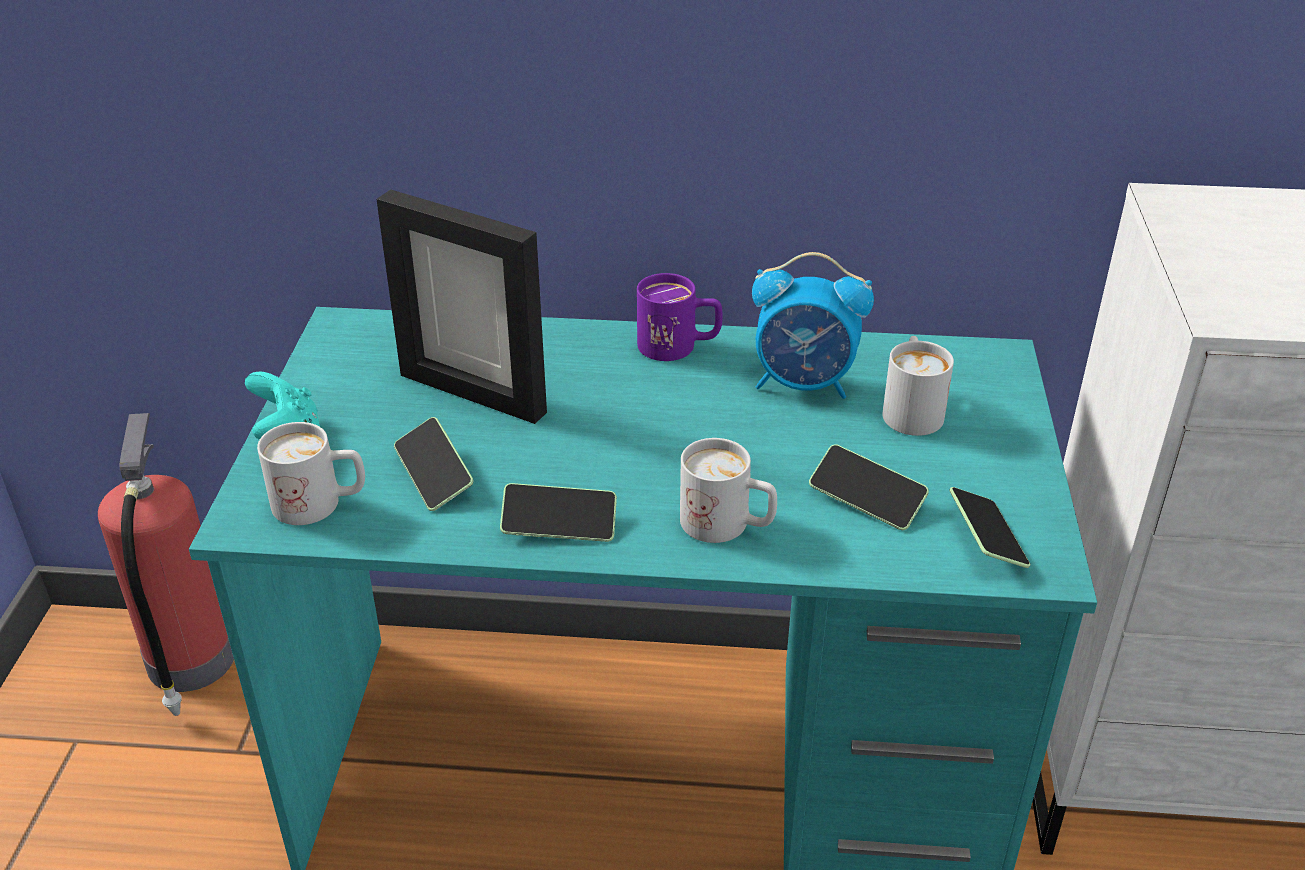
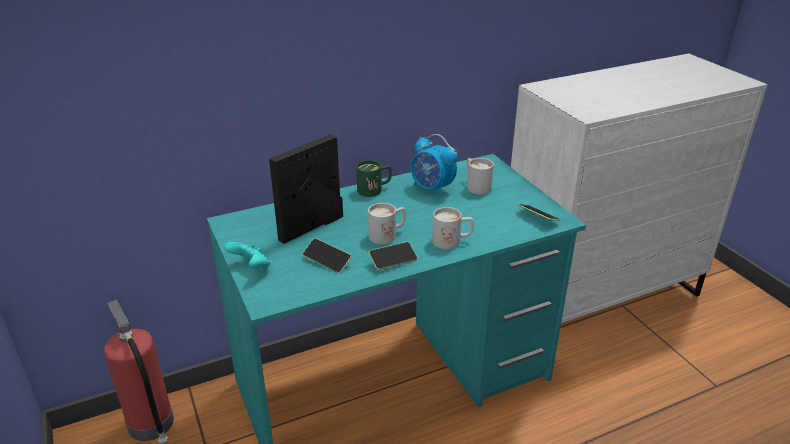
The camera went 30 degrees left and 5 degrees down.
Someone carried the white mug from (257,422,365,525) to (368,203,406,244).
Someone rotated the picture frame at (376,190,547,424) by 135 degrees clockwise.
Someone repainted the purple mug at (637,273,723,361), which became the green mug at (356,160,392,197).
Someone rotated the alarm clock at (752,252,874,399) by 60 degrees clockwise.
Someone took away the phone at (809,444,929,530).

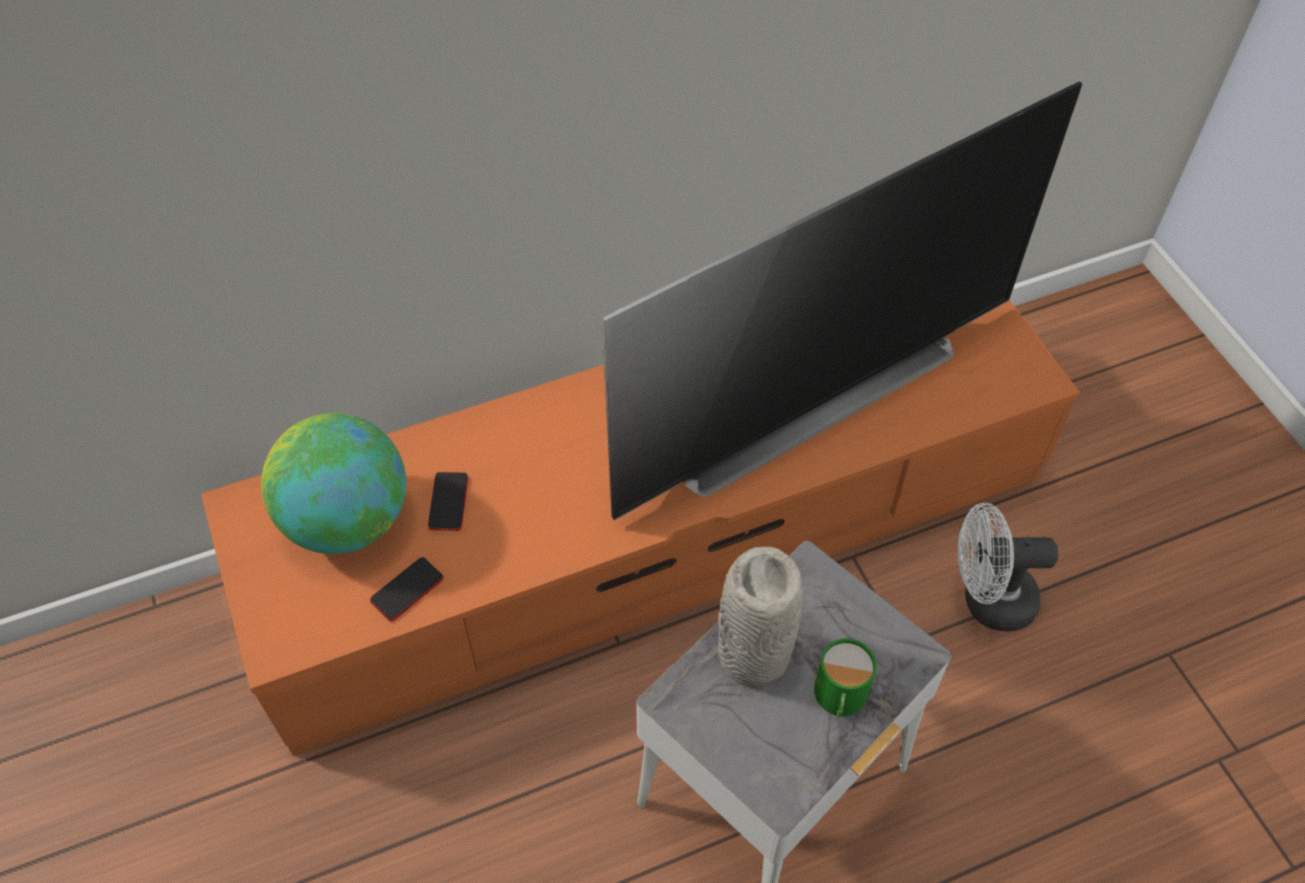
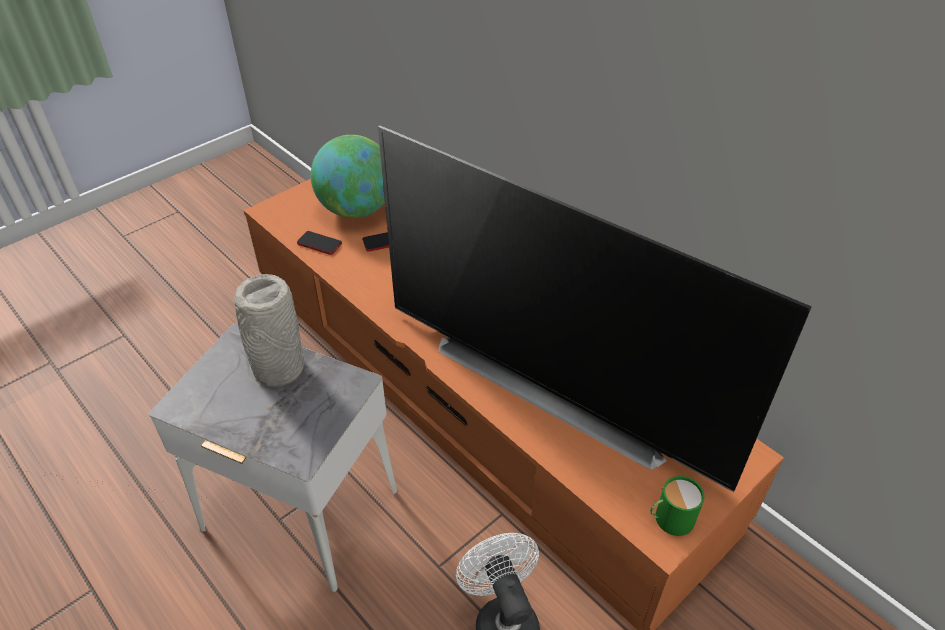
The camera went 70 degrees right and 10 degrees down.
Someone carried the green mug from (814,638,877,717) to (650,476,704,536).

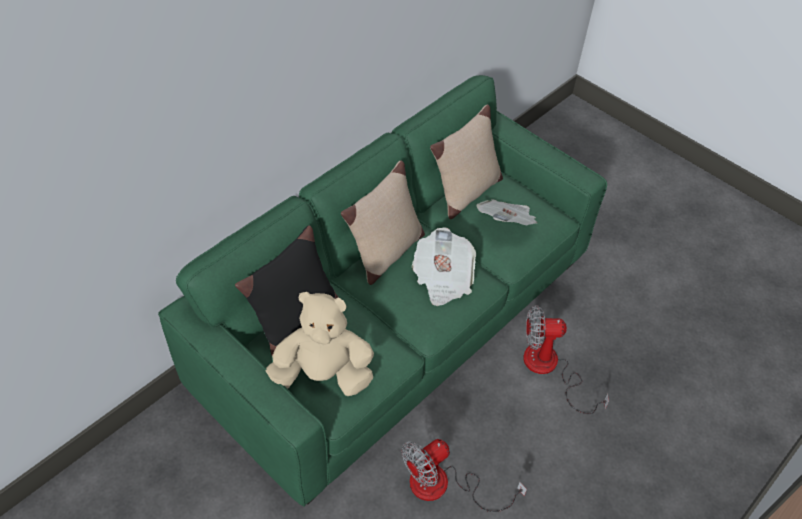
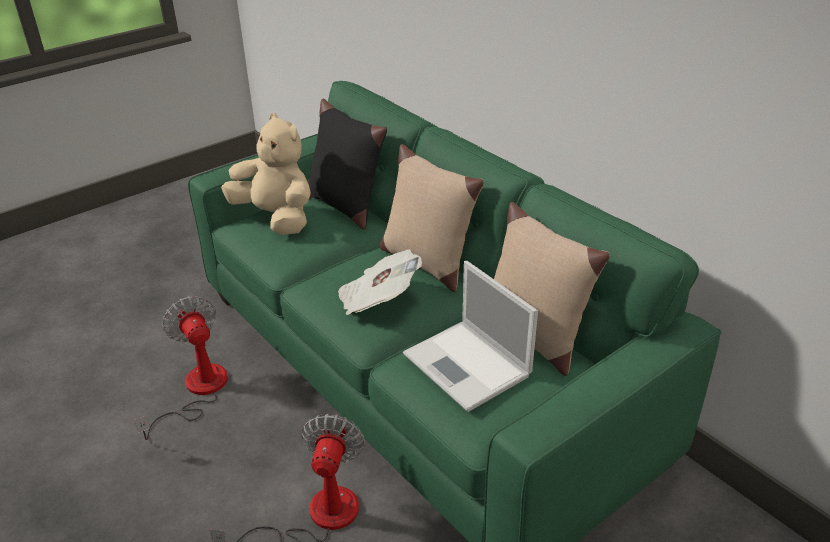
The camera went 100 degrees right and 15 degrees down.
Someone rotated the beige plush toy at (265,292,374,396) by 60 degrees counterclockwise.
Someone swapped the newspaper at (477,199,538,225) for the laptop at (403,261,538,412).

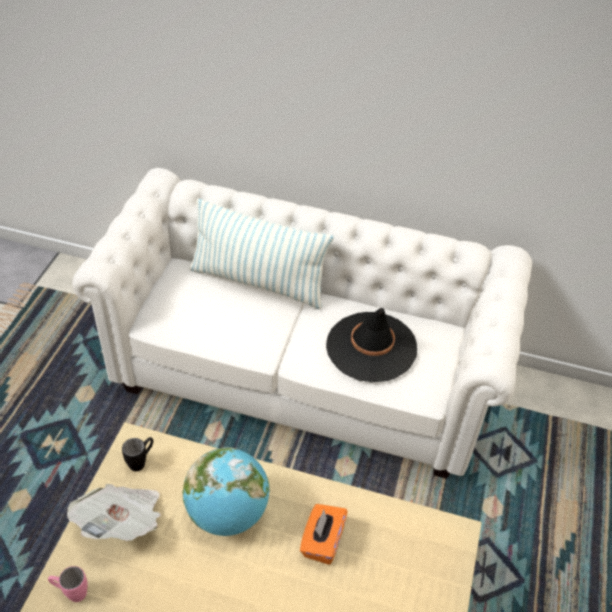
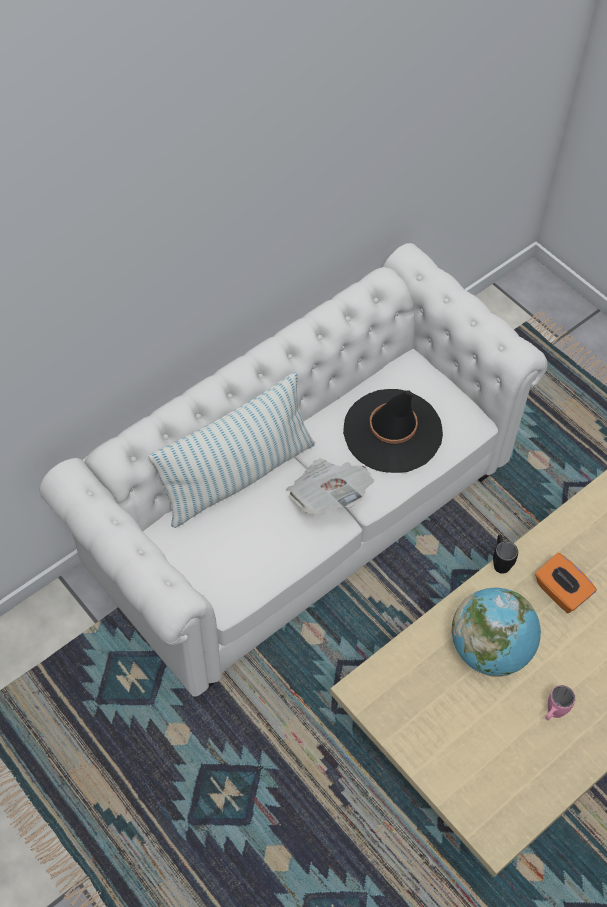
The camera went 55 degrees left and 10 degrees up.
Someone carried the pink mug from (48,566,88,602) to (546,685,576,720).
Someone carried the newspaper from (67,484,161,541) to (286,459,374,515).
Someone carried the black mug from (122,437,153,471) to (493,534,518,574).

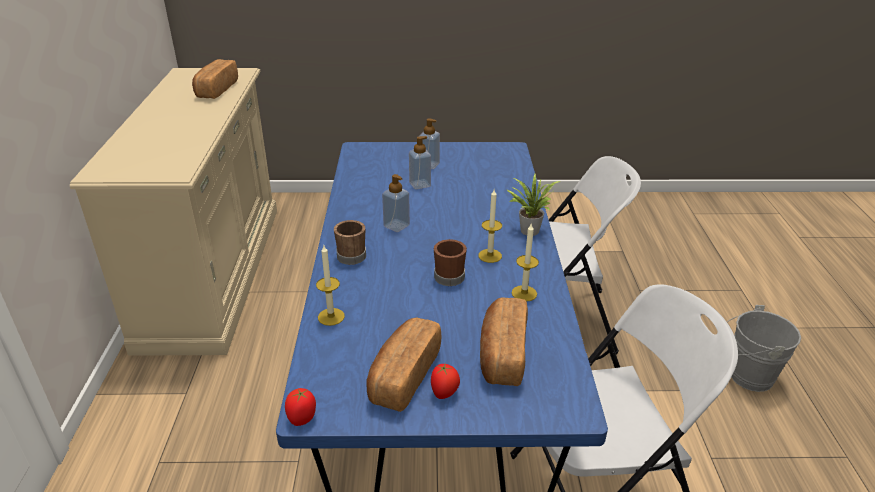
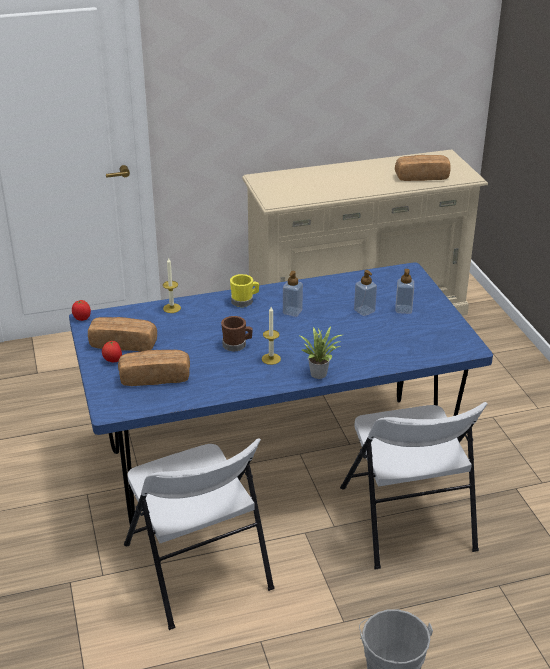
The camera went 75 degrees right and 0 degrees up.
Someone repainted the brown mug at (334,220,366,265), which became the yellow mug at (230,274,259,307).
Someone took away the candle at (512,224,539,301).

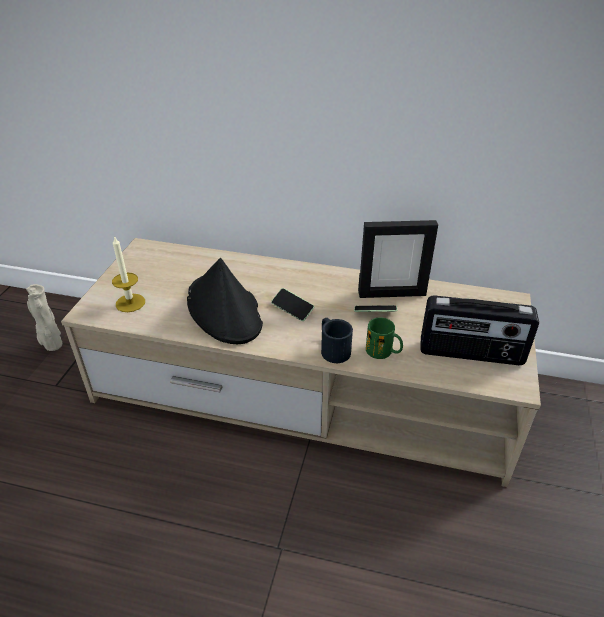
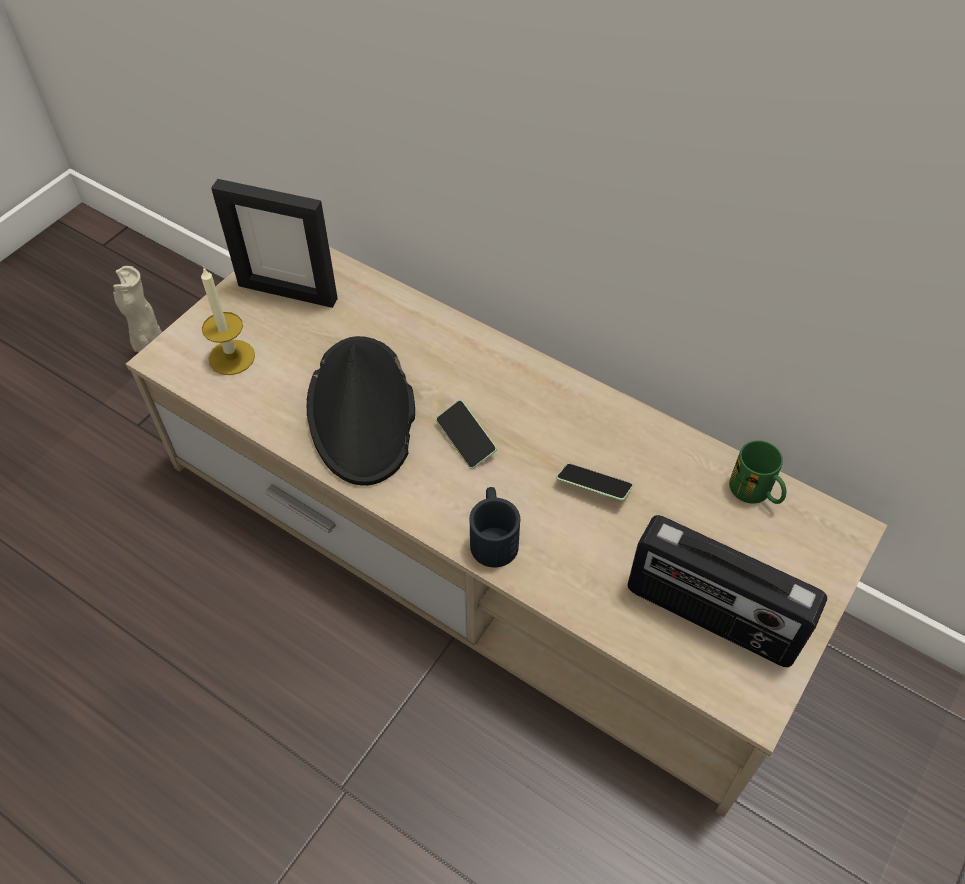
The camera went 20 degrees right and 15 degrees up.
Someone carried the picture frame from (358,220,438,298) to (211,179,338,308).
Someone carried the green mug from (366,317,403,359) to (729,440,786,504).

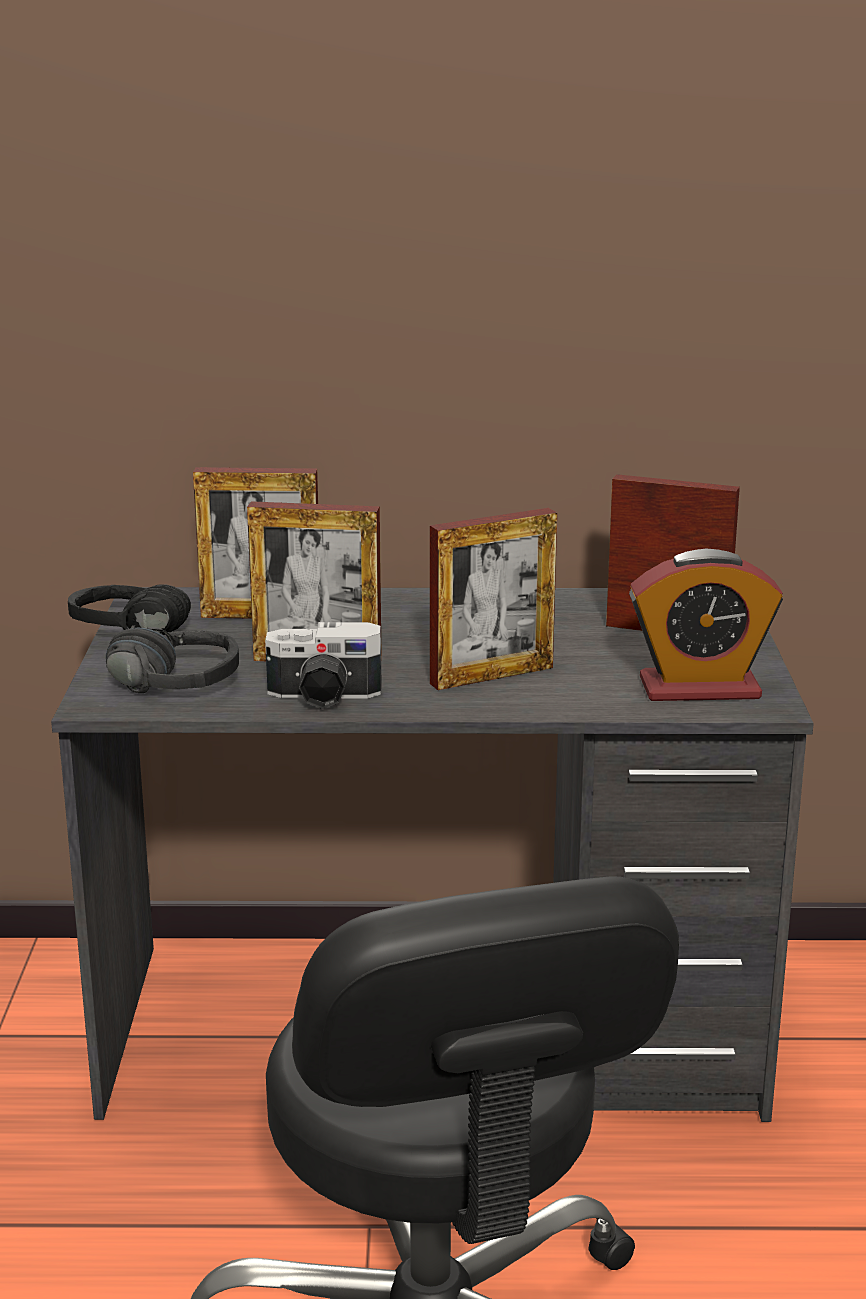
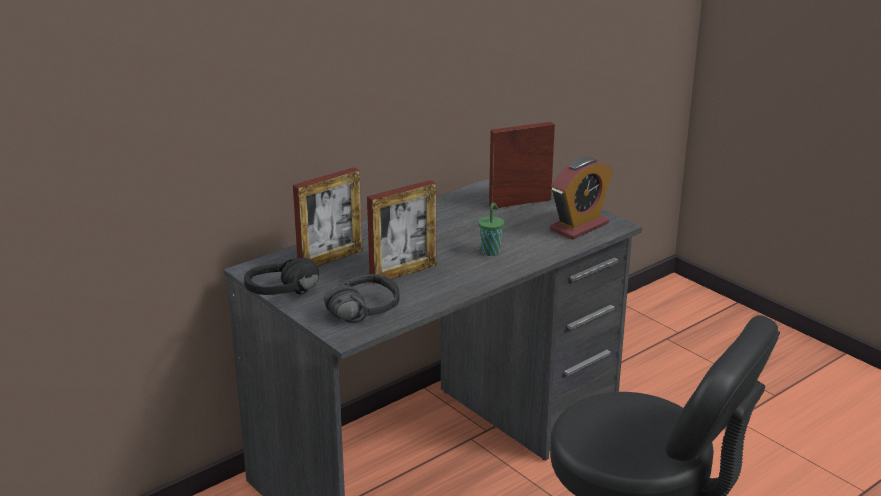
The camera went 40 degrees left and 5 degrees up.
Someone took away the photo camera at (265,622,382,709).
Someone swapped the picture frame at (430,508,557,690) for the green cup at (478,203,504,256).

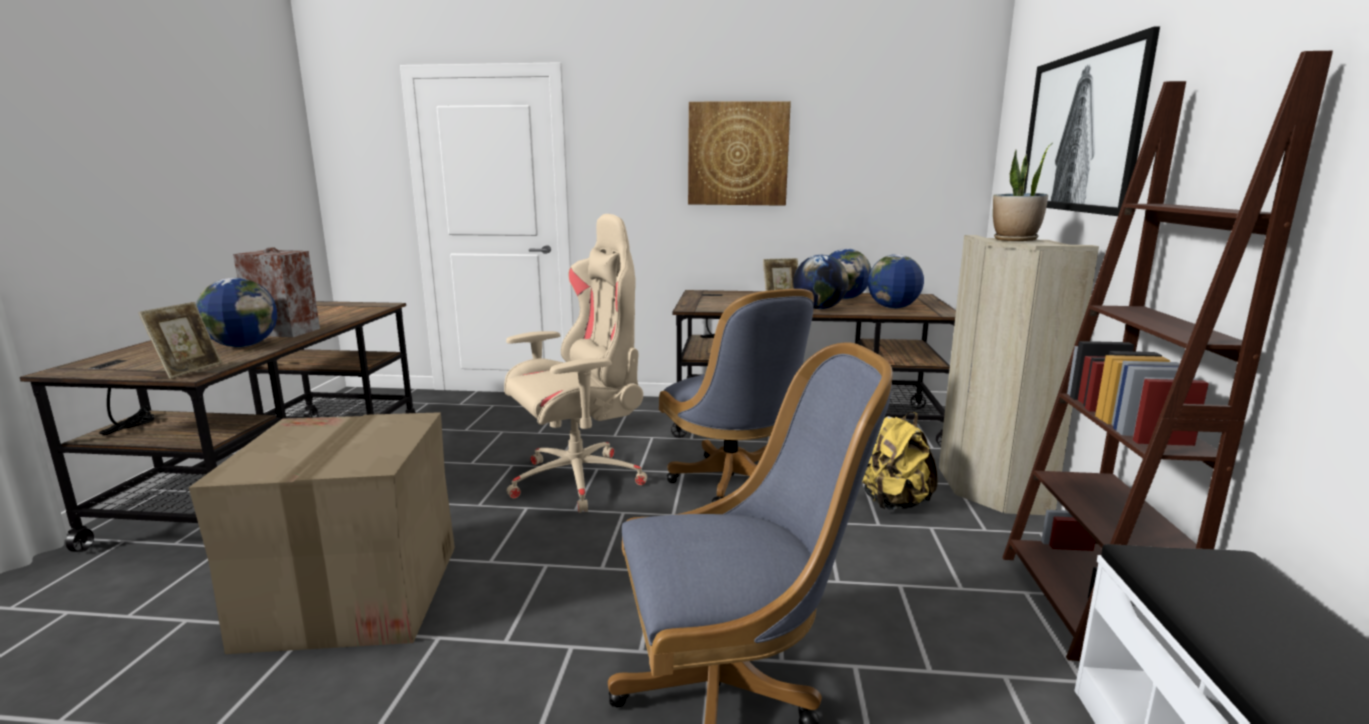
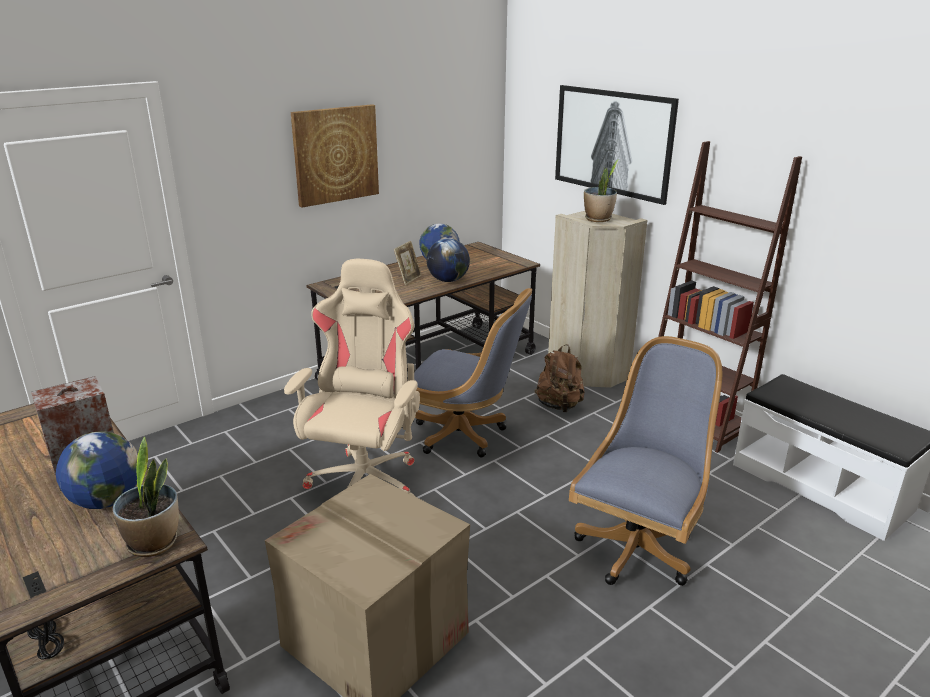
The camera went 45 degrees left and 10 degrees up.
Someone swapped the picture frame at (139,302,222,379) for the potted plant at (112,436,179,557).
Someone repainted the yellow backpack at (862,412,938,510), which became the brown backpack at (535,344,585,412).
Someone took away the globe at (868,254,924,309).

